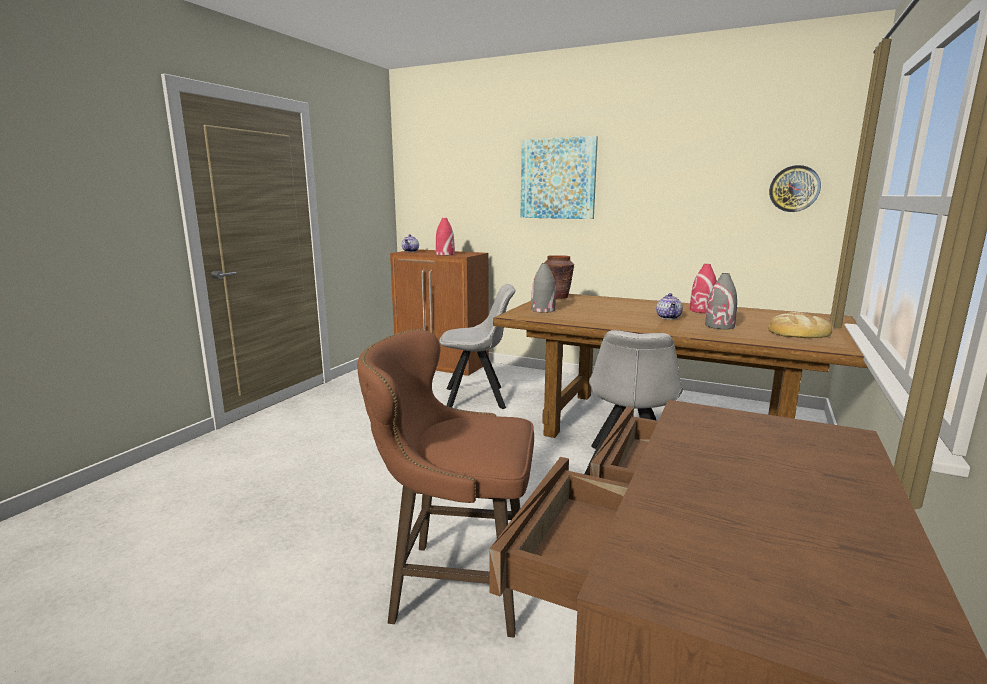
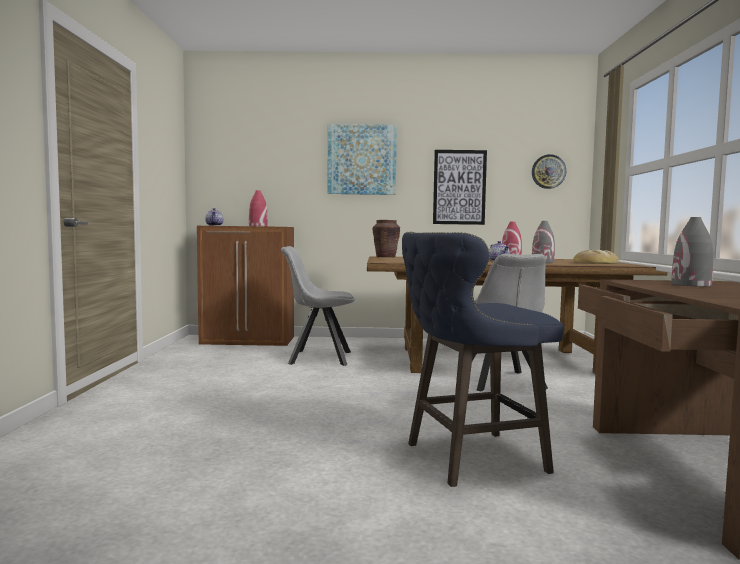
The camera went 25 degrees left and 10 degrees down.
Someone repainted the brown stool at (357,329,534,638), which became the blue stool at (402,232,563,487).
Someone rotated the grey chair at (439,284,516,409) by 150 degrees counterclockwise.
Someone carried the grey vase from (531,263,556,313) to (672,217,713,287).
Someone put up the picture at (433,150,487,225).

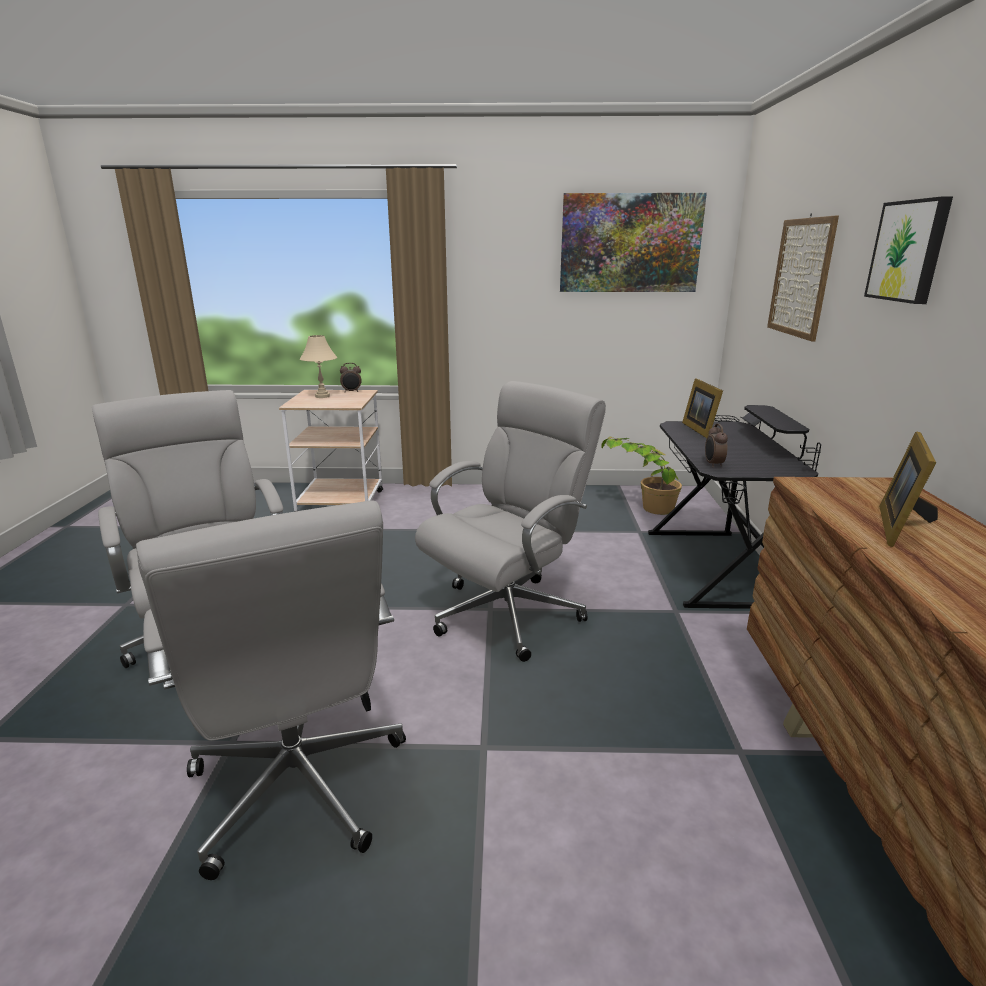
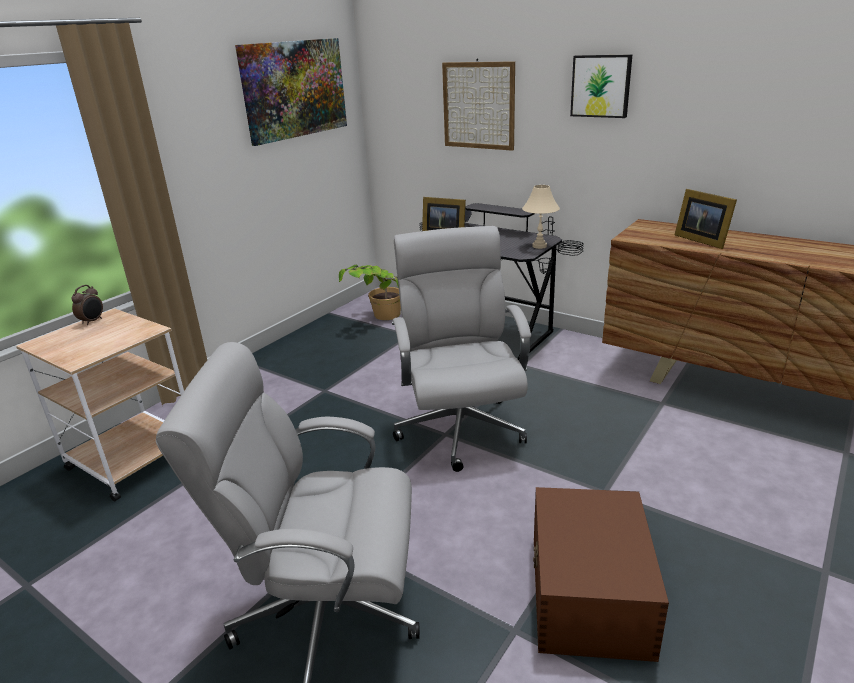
The camera went 55 degrees left and 5 degrees up.
Someone swapped the grey office chair at (136,500,406,880) for the brown storage box at (533,487,669,662).
Someone carried the beige table lamp from (300,335,337,398) to (522,185,560,249).
Someone took away the alarm clock at (705,424,728,468).

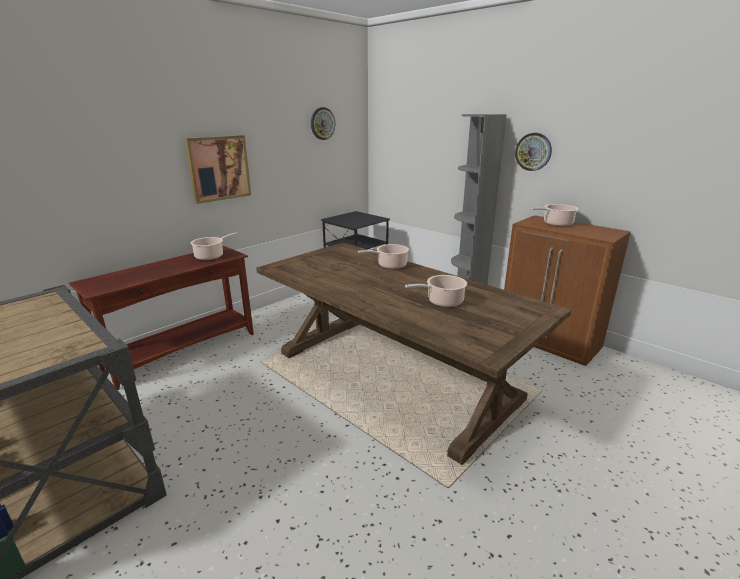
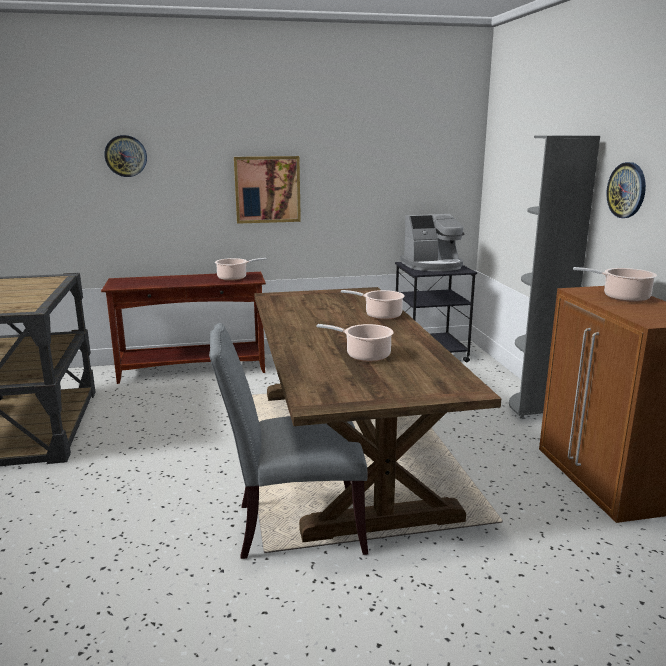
The camera went 35 degrees right and 5 degrees down.
Someone carried the wall clock from (311,107,335,140) to (105,135,147,177).
Someone put down the grey chair at (209,323,368,559).
Someone put down the coffee machine at (400,214,465,271).

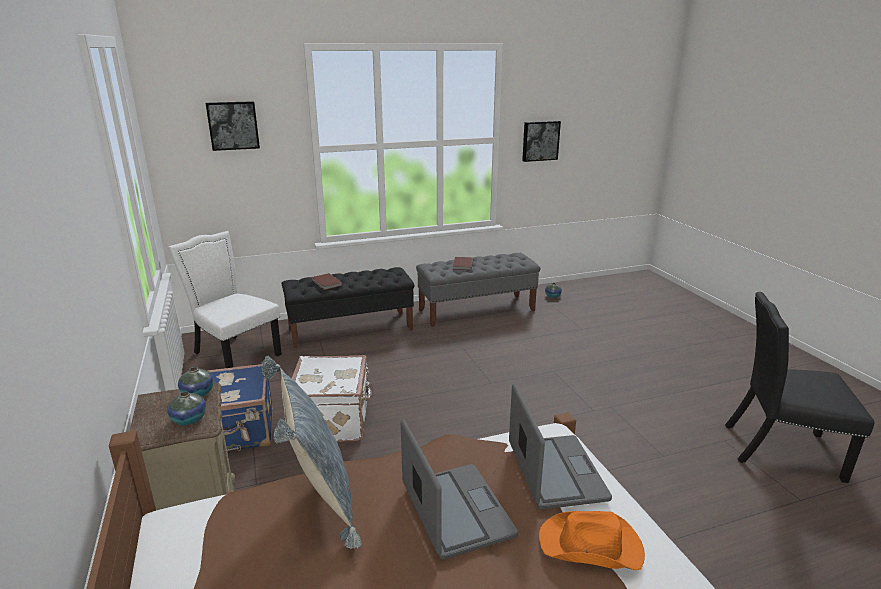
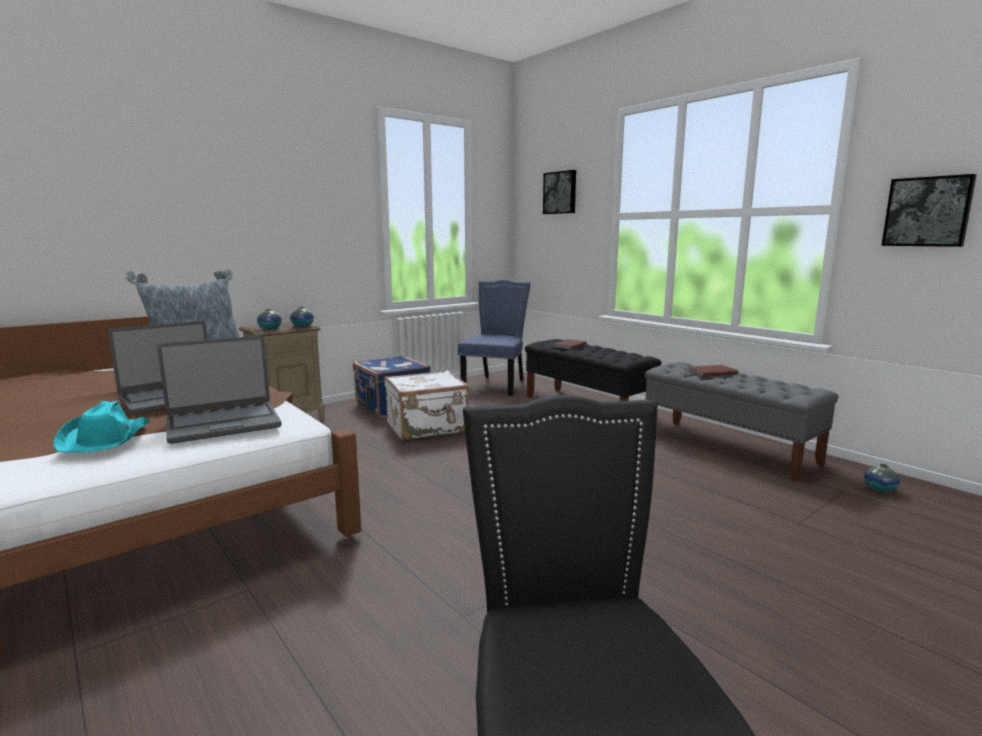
The camera went 70 degrees right and 10 degrees down.
Someone repainted the white chair at (168,231,282,368), which became the blue chair at (458,279,530,396).
Someone repainted the orange hat at (539,511,645,570), which became the turquoise hat at (53,401,150,453).

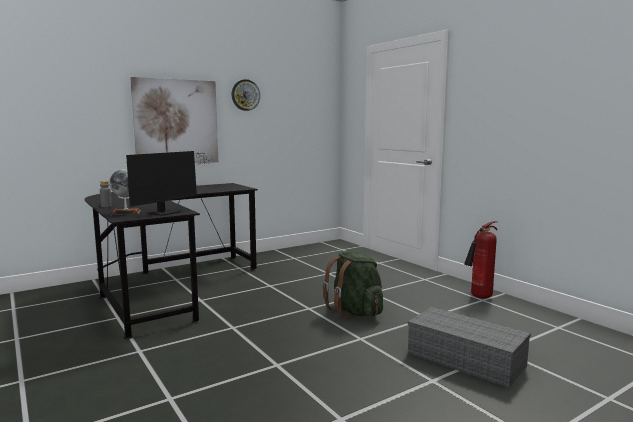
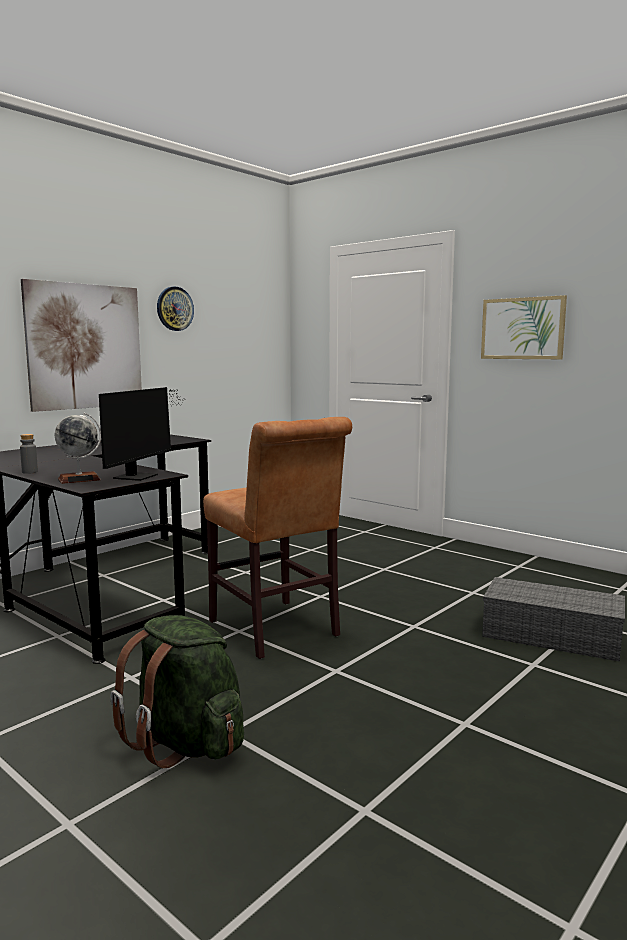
The camera went 15 degrees left and 0 degrees up.
Someone carried the green backpack from (322,251,383,319) to (110,615,244,768).
Someone took away the fire extinguisher at (464,221,498,299).
Someone put down the brown chair at (203,417,352,659).
Someone put up the picture at (481,295,567,359).

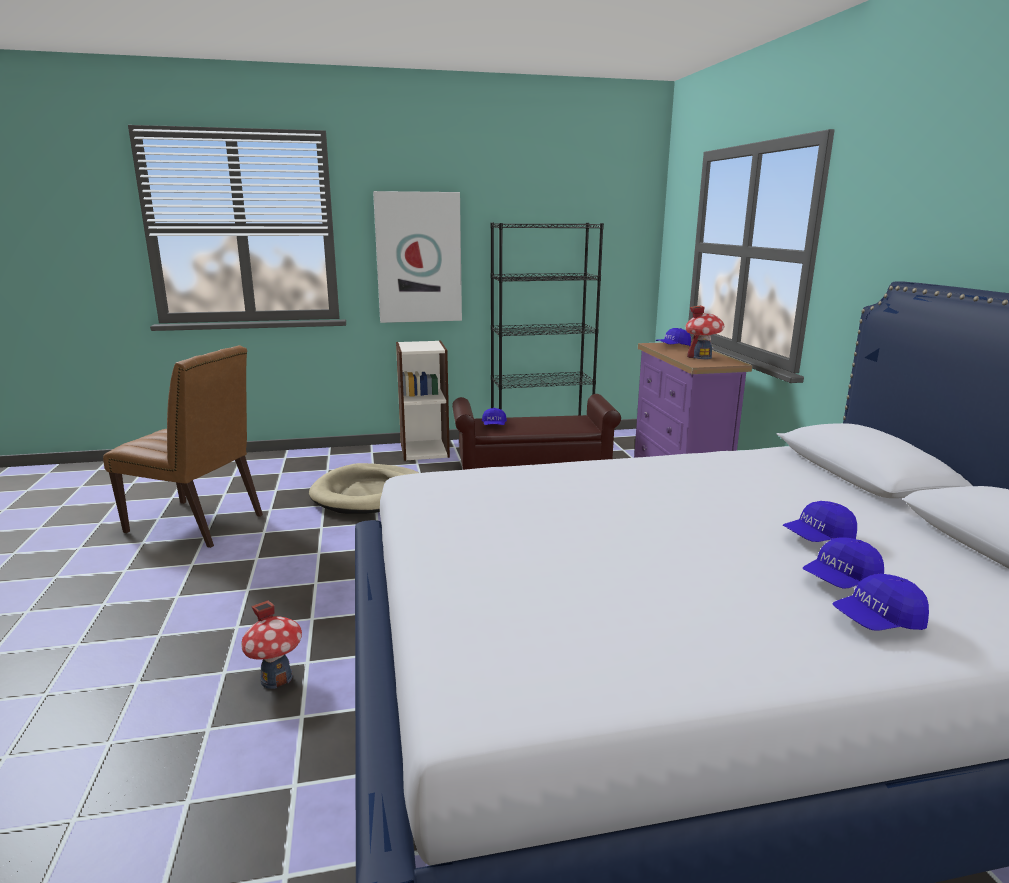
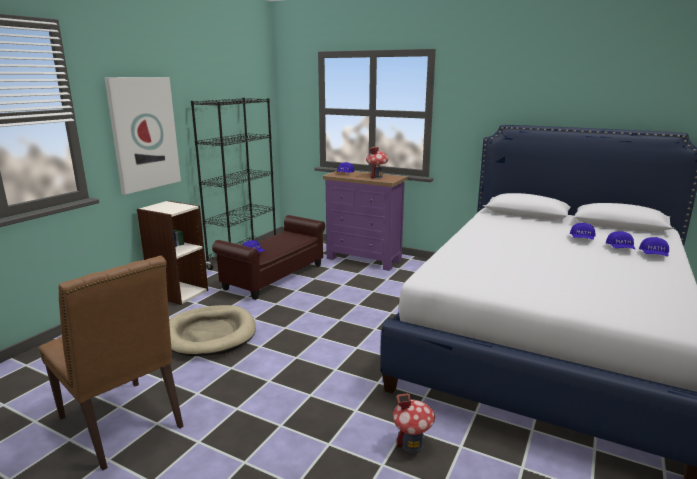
The camera went 50 degrees left and 0 degrees up.
Someone rotated the brown chair at (103,345,263,548) by 75 degrees clockwise.

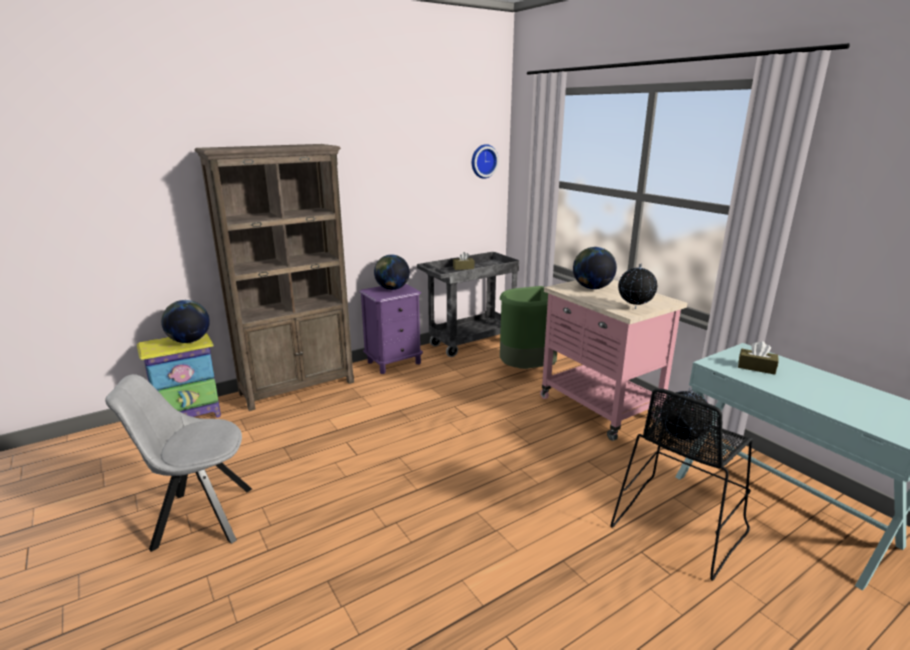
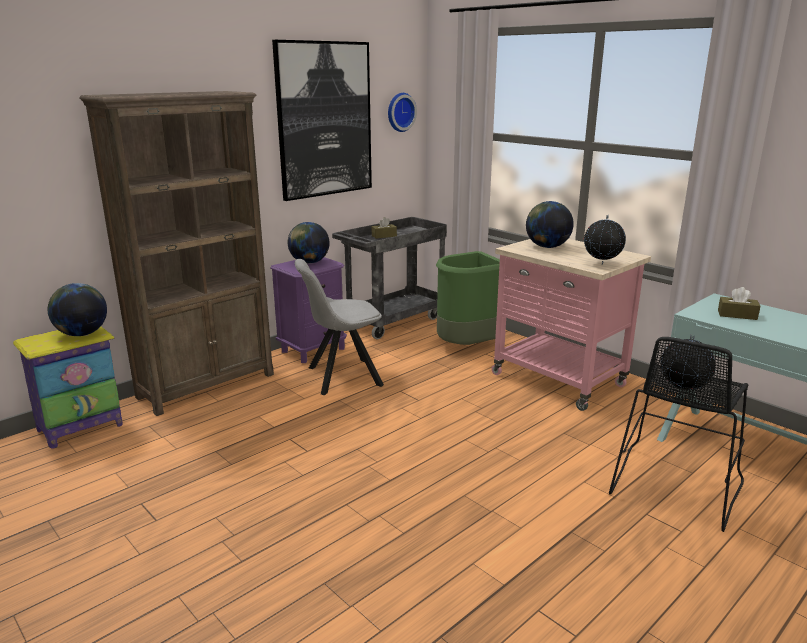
The camera went 10 degrees left and 0 degrees up.
Someone carried the grey chair from (105,374,252,552) to (295,259,384,395).
Someone put up the picture at (272,40,372,201).

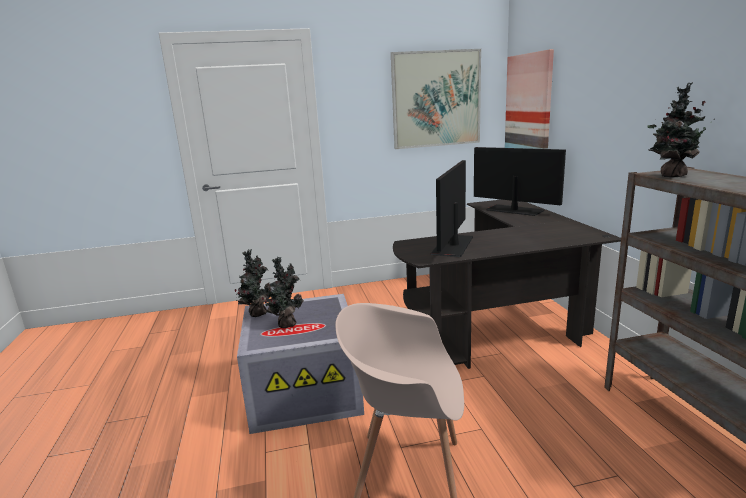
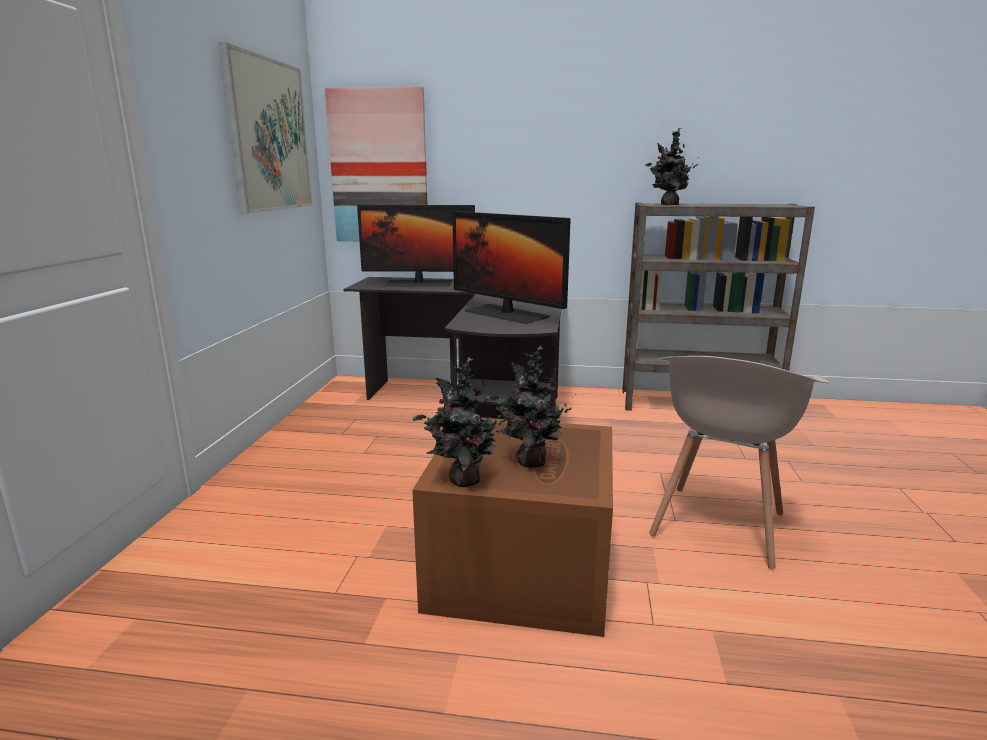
The camera went 70 degrees left and 0 degrees up.
Someone repainted the grey storage box at (237,294,364,434), which became the brown storage box at (412,418,613,637).
Someone rotated the monitor at (474,147,566,216) by 150 degrees counterclockwise.

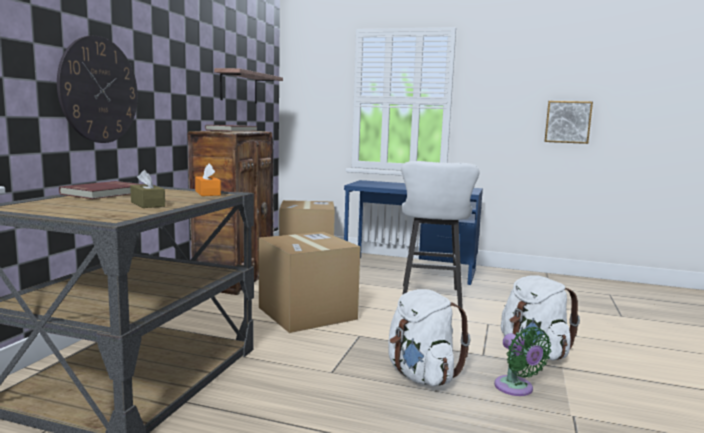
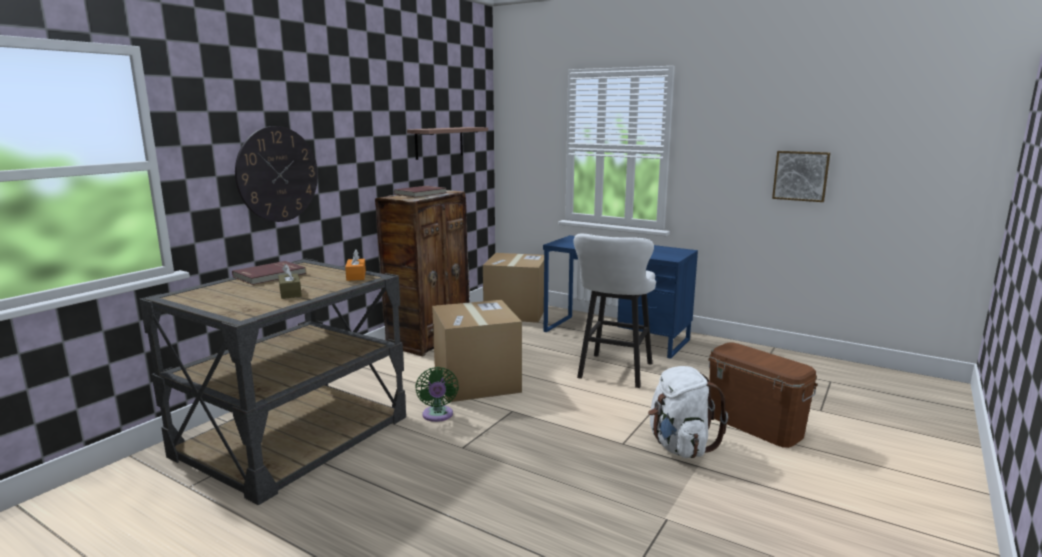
The camera went 15 degrees right and 5 degrees up.
Someone took away the white backpack at (388,289,471,386).
Someone carried the green fan from (494,327,551,396) to (415,367,459,422).
Someone put down the brown storage box at (708,342,818,448).

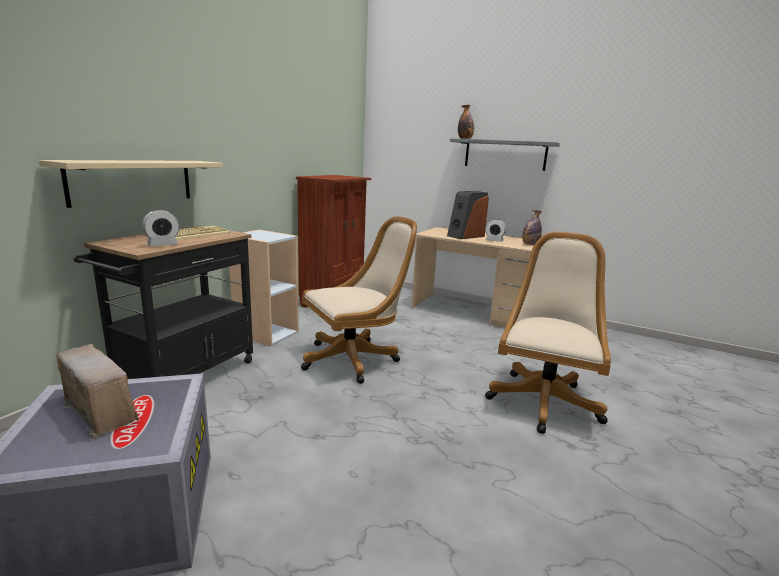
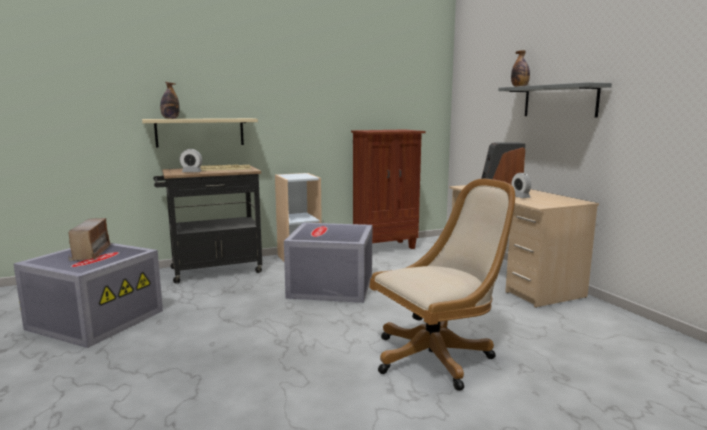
The camera went 40 degrees right and 5 degrees down.
Someone swapped the office chair at (301,216,417,384) for the grey storage box at (284,223,372,303).
Someone carried the bottle from (522,210,542,245) to (160,82,180,119).

